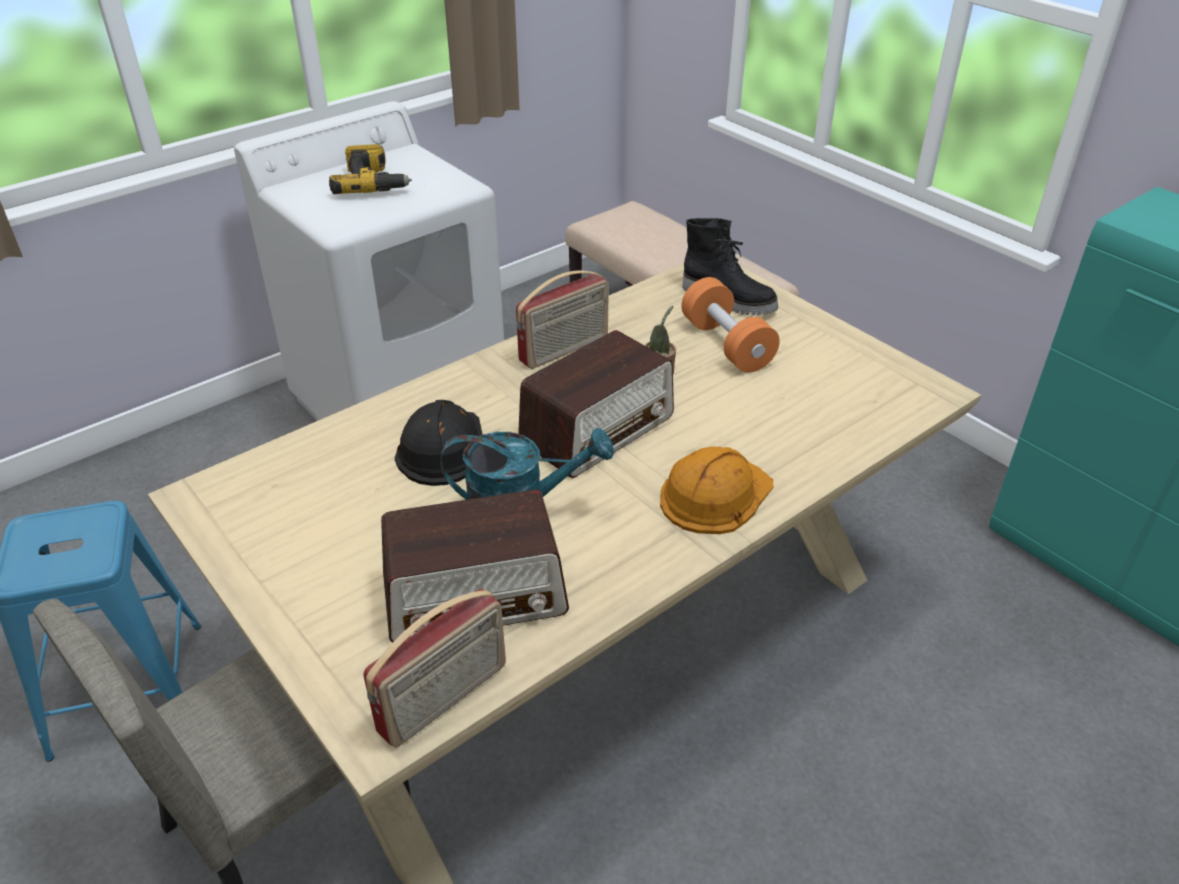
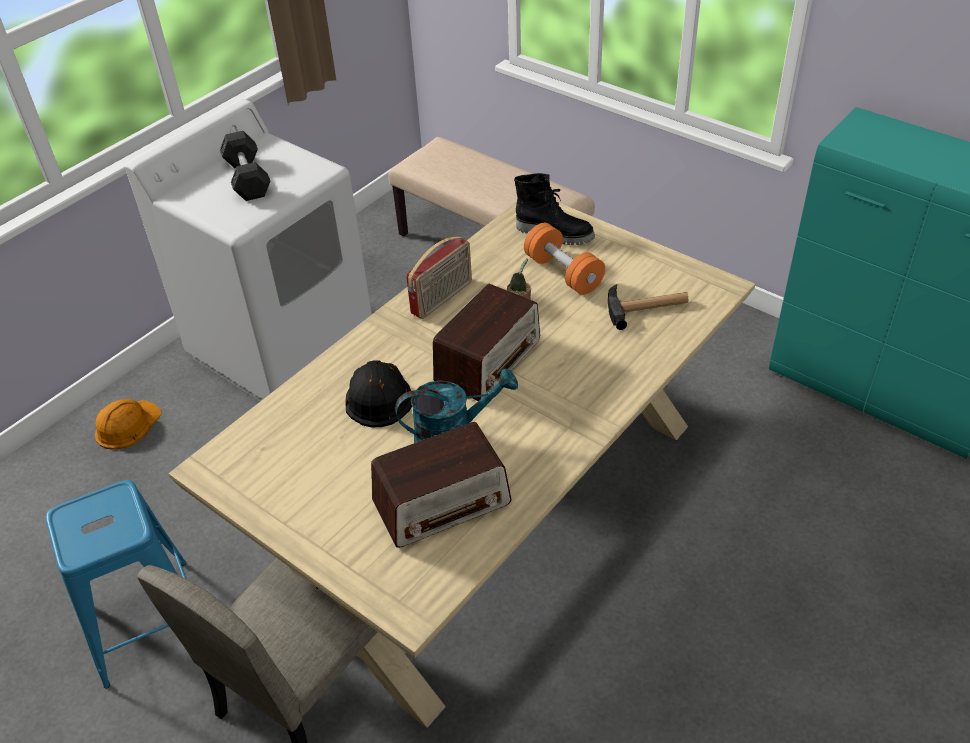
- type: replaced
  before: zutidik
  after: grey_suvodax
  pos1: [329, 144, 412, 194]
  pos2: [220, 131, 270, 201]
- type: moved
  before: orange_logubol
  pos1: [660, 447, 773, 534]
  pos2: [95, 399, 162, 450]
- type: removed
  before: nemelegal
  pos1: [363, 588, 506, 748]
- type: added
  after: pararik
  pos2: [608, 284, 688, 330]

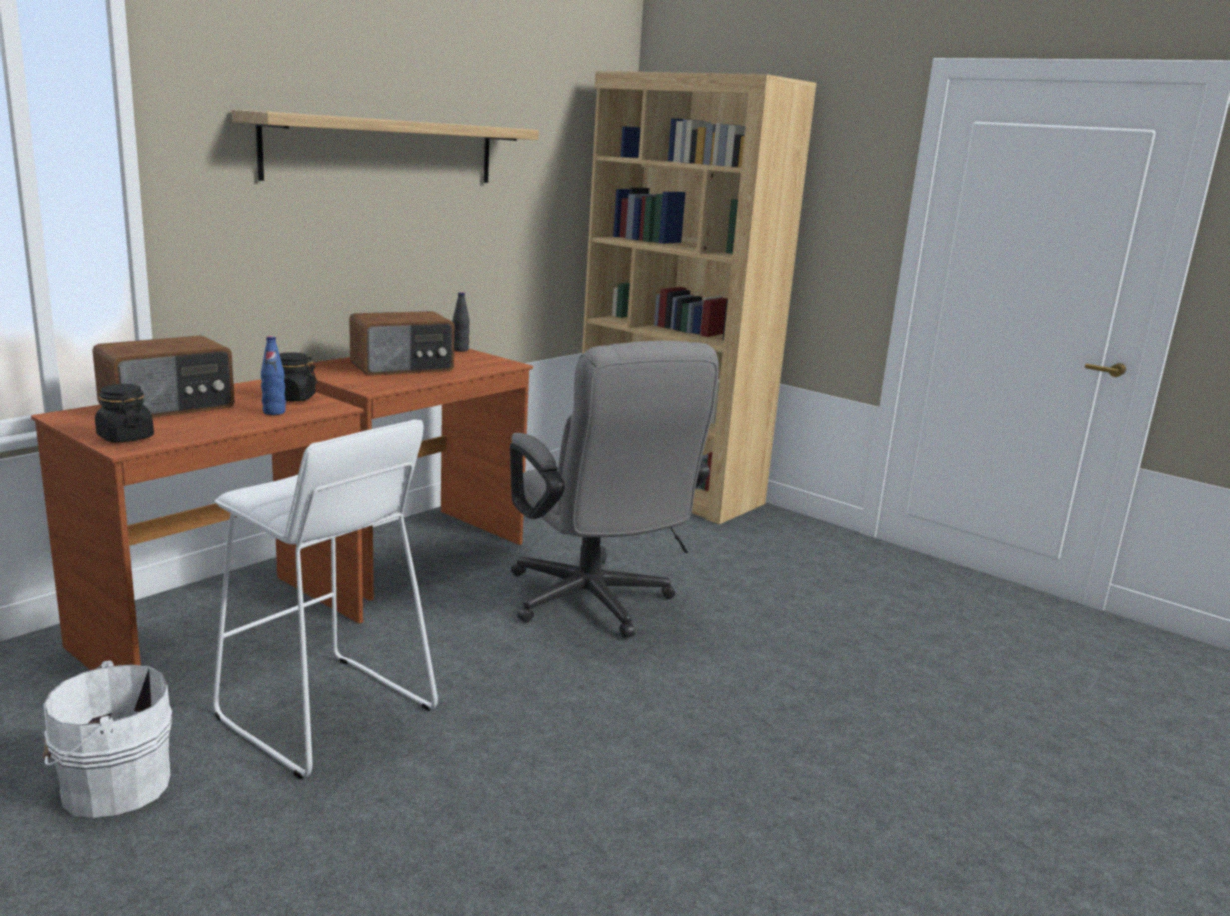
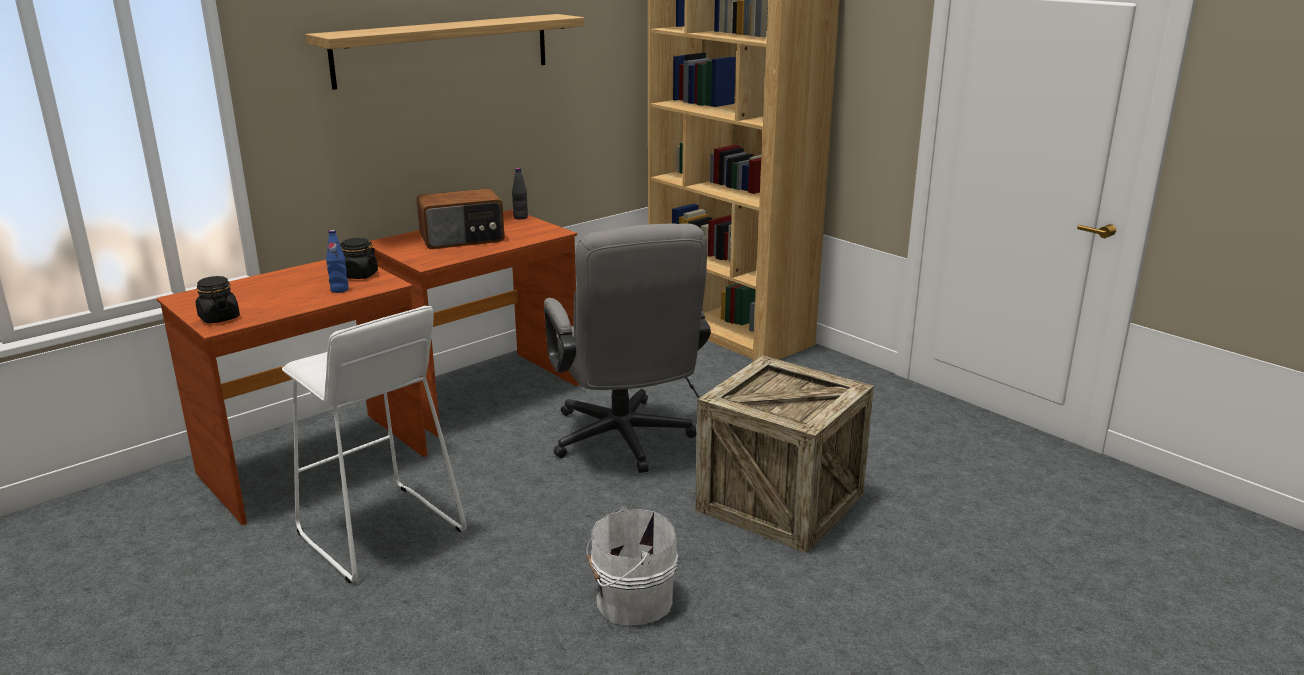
- type: removed
  before: nemelegal
  pos1: [92, 335, 234, 418]
- type: moved
  before: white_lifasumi
  pos1: [43, 660, 172, 818]
  pos2: [586, 506, 678, 625]
- type: added
  after: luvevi
  pos2: [695, 356, 874, 553]

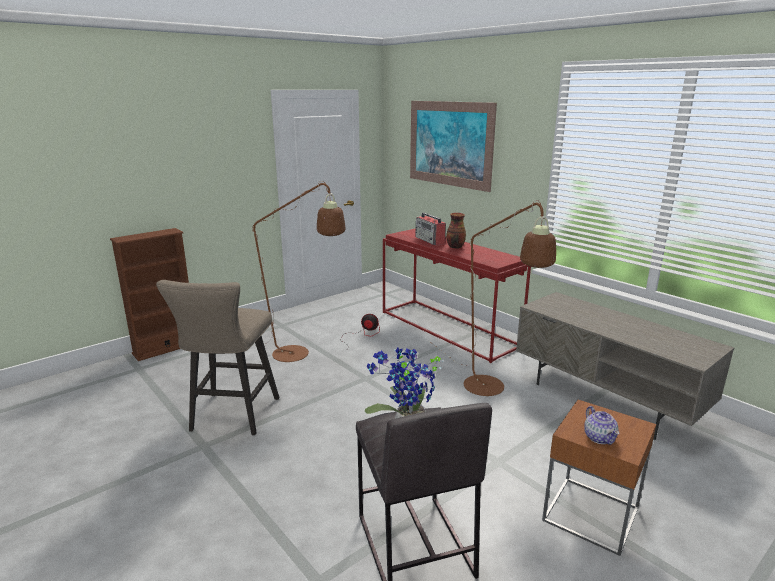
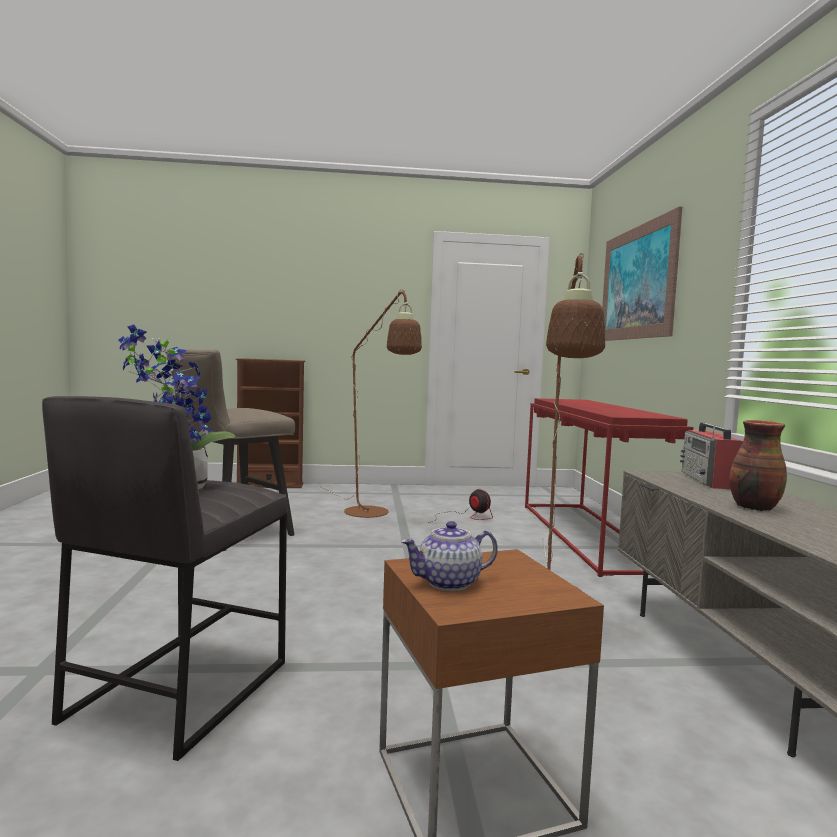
- type: moved
  before: nemelegal
  pos1: [415, 213, 446, 246]
  pos2: [680, 422, 743, 489]
- type: moved
  before: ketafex
  pos1: [446, 213, 466, 249]
  pos2: [729, 420, 787, 511]
- type: turned
  before: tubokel
  pos1: [584, 406, 620, 445]
  pos2: [401, 521, 498, 591]
  turn: 45

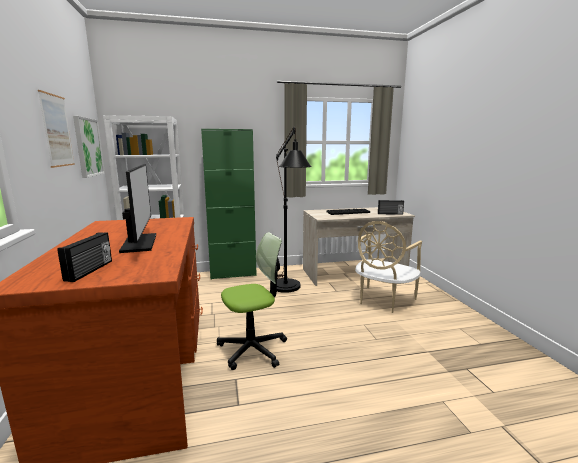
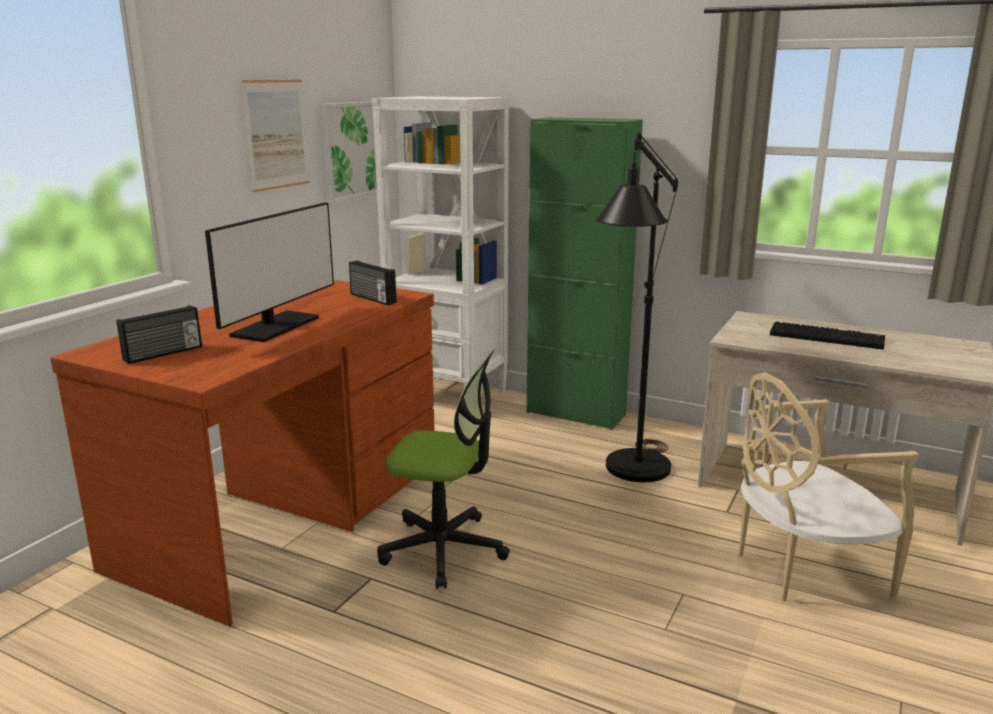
- type: moved
  before: nemelegal
  pos1: [378, 200, 404, 215]
  pos2: [349, 260, 396, 305]

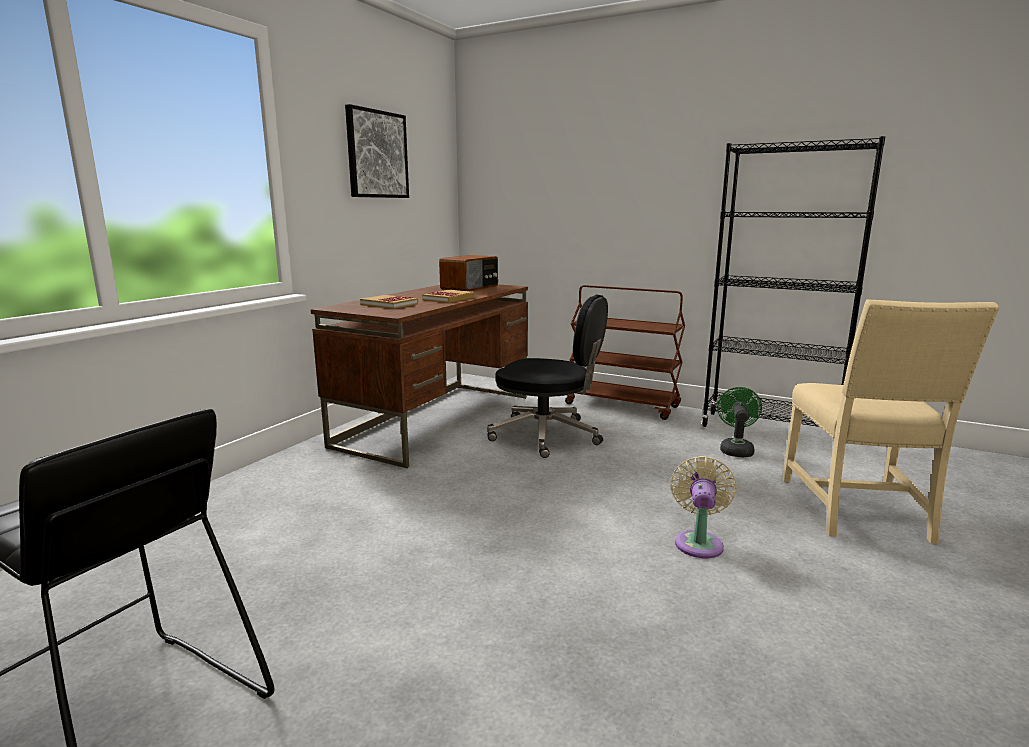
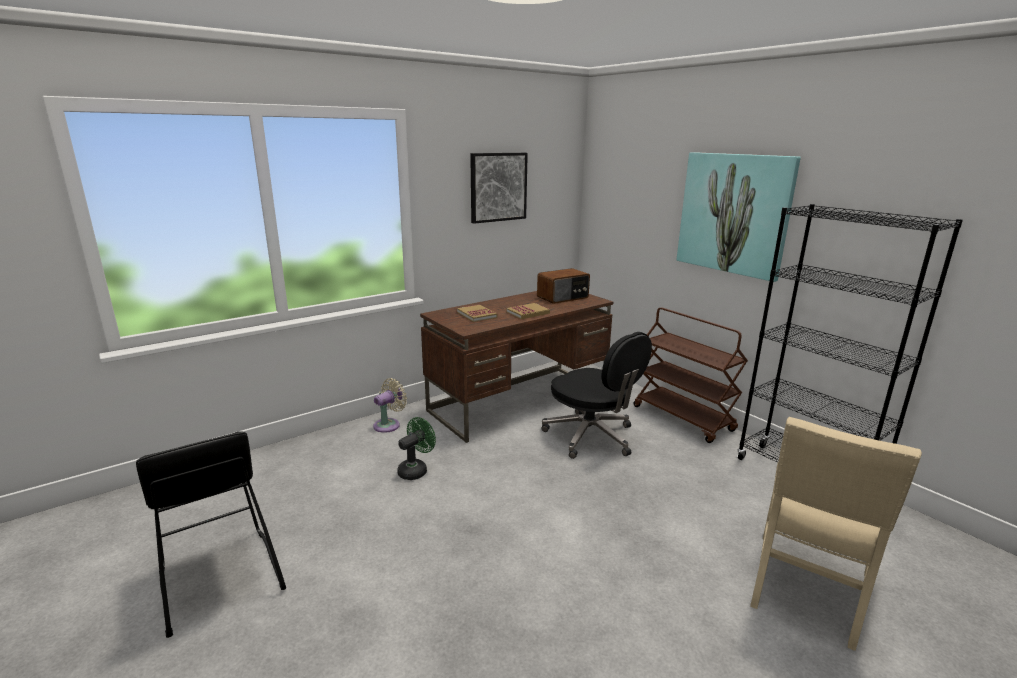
- type: moved
  before: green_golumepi
  pos1: [717, 387, 762, 457]
  pos2: [397, 417, 436, 480]
- type: moved
  before: beige_golumepi
  pos1: [670, 456, 737, 558]
  pos2: [373, 378, 407, 433]
- type: added
  after: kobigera
  pos2: [677, 152, 801, 282]

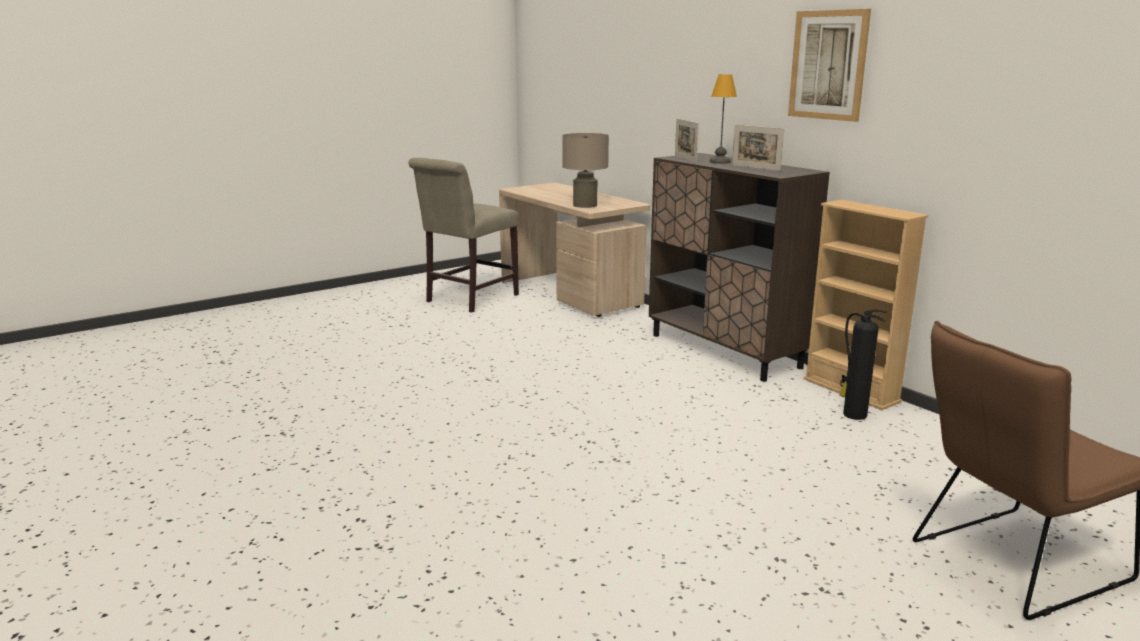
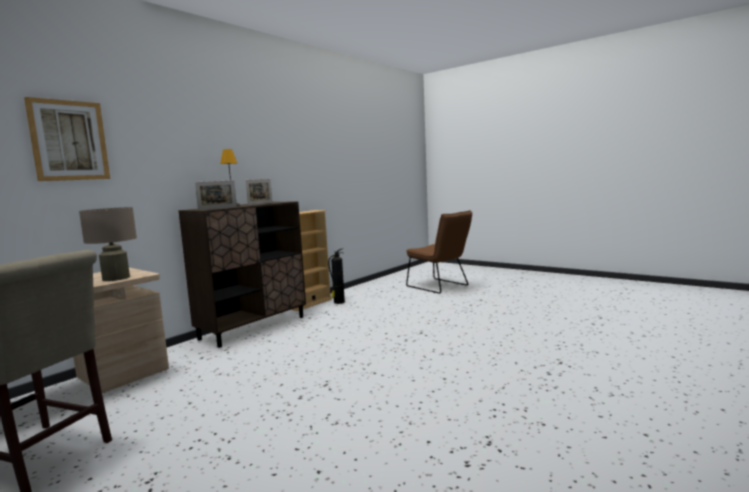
- type: moved
  before: kobigera
  pos1: [788, 9, 871, 122]
  pos2: [24, 97, 110, 181]

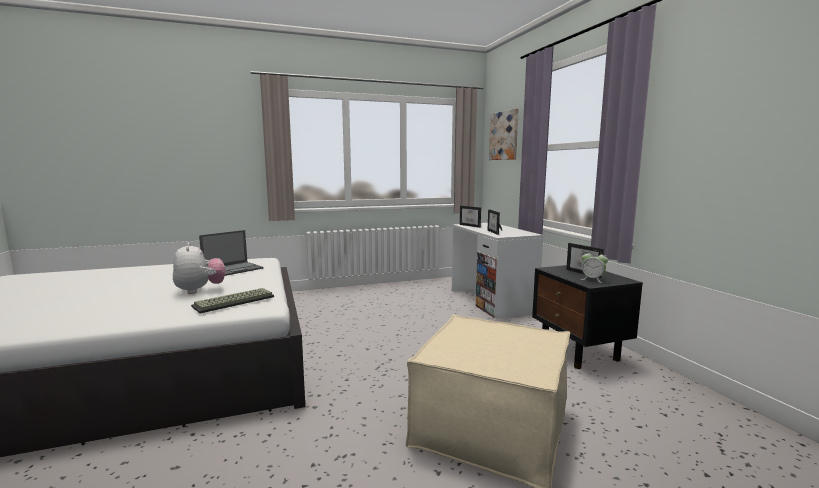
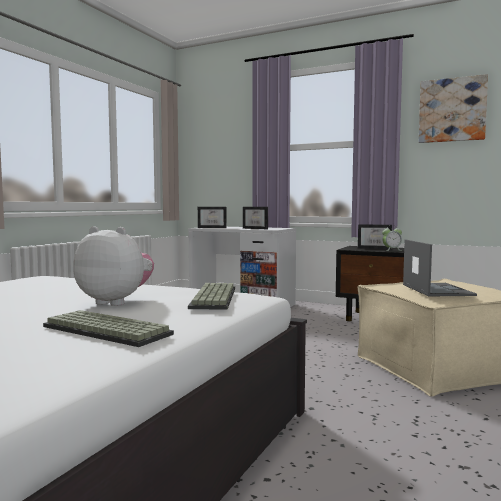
- type: moved
  before: kobigera
  pos1: [489, 108, 519, 160]
  pos2: [419, 74, 488, 143]
- type: moved
  before: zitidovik
  pos1: [199, 230, 263, 276]
  pos2: [403, 240, 477, 296]
- type: added
  after: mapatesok
  pos2: [43, 310, 174, 347]

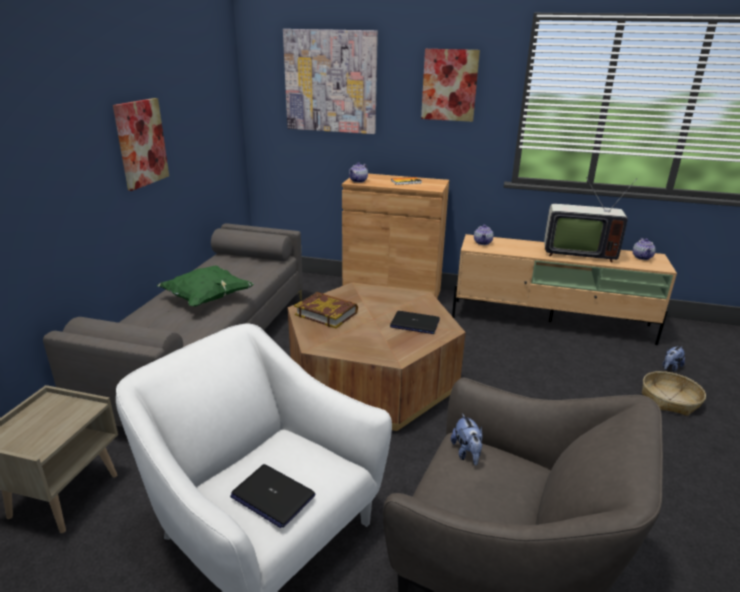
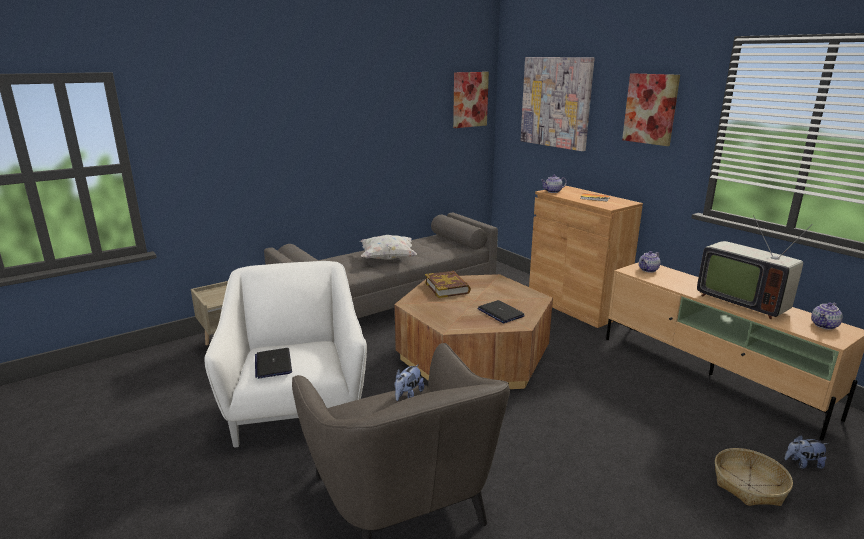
- type: moved
  before: kobigera
  pos1: [113, 98, 169, 191]
  pos2: [453, 72, 489, 128]
- type: recoloured
  before: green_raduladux
  after: white_raduladux
  pos1: [157, 266, 254, 307]
  pos2: [360, 235, 417, 260]

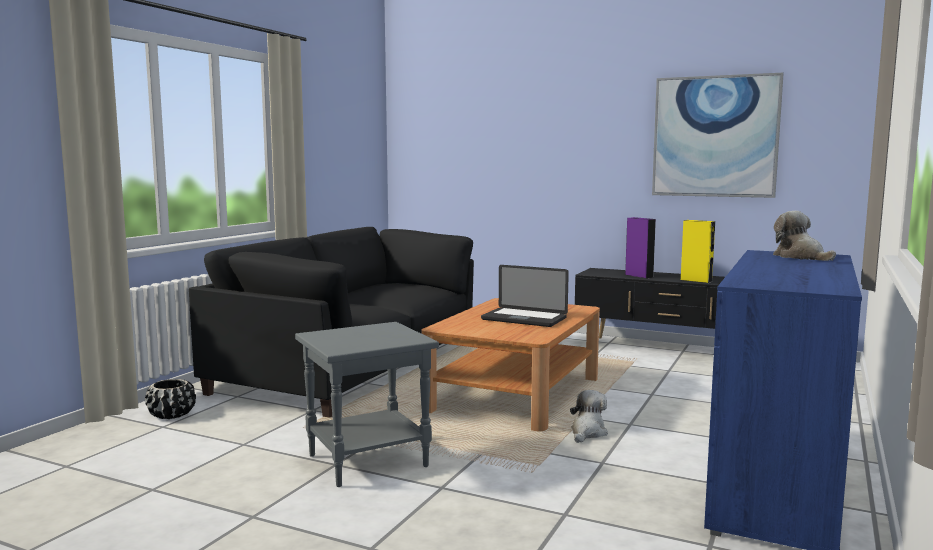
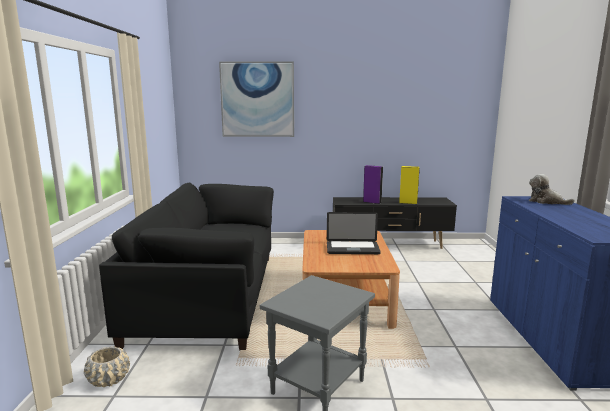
- type: moved
  before: kobigera
  pos1: [652, 73, 784, 198]
  pos2: [219, 62, 294, 137]
- type: recoloured
  before: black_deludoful
  after: beige_deludoful
  pos1: [145, 379, 196, 419]
  pos2: [84, 347, 130, 387]
- type: removed
  before: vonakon
  pos1: [570, 390, 608, 443]

